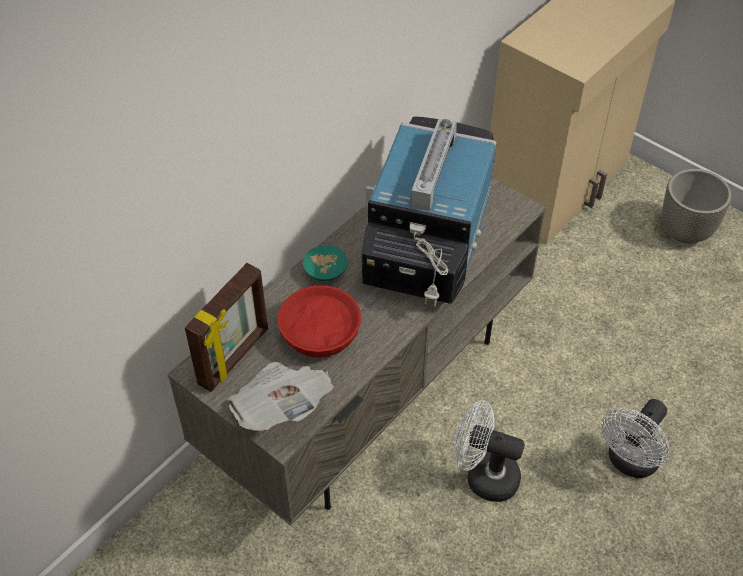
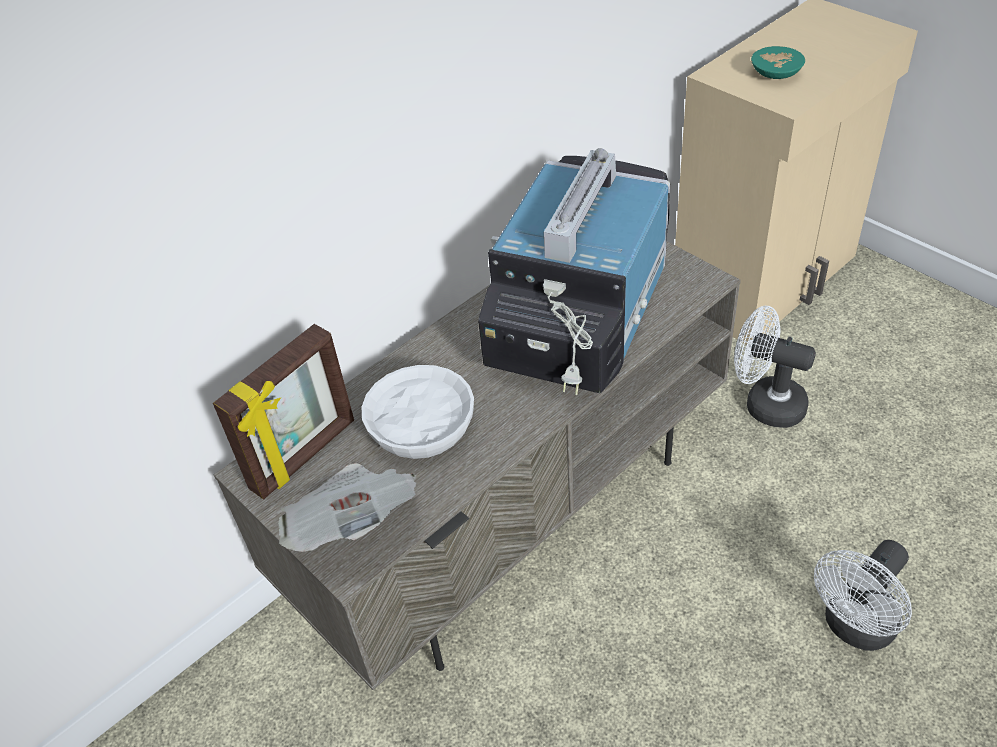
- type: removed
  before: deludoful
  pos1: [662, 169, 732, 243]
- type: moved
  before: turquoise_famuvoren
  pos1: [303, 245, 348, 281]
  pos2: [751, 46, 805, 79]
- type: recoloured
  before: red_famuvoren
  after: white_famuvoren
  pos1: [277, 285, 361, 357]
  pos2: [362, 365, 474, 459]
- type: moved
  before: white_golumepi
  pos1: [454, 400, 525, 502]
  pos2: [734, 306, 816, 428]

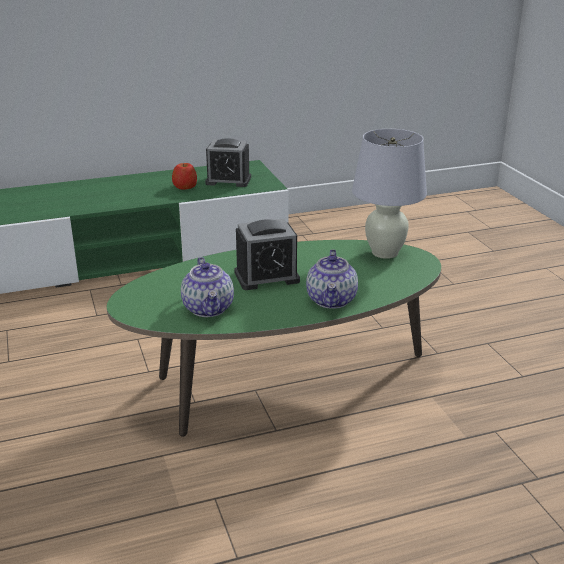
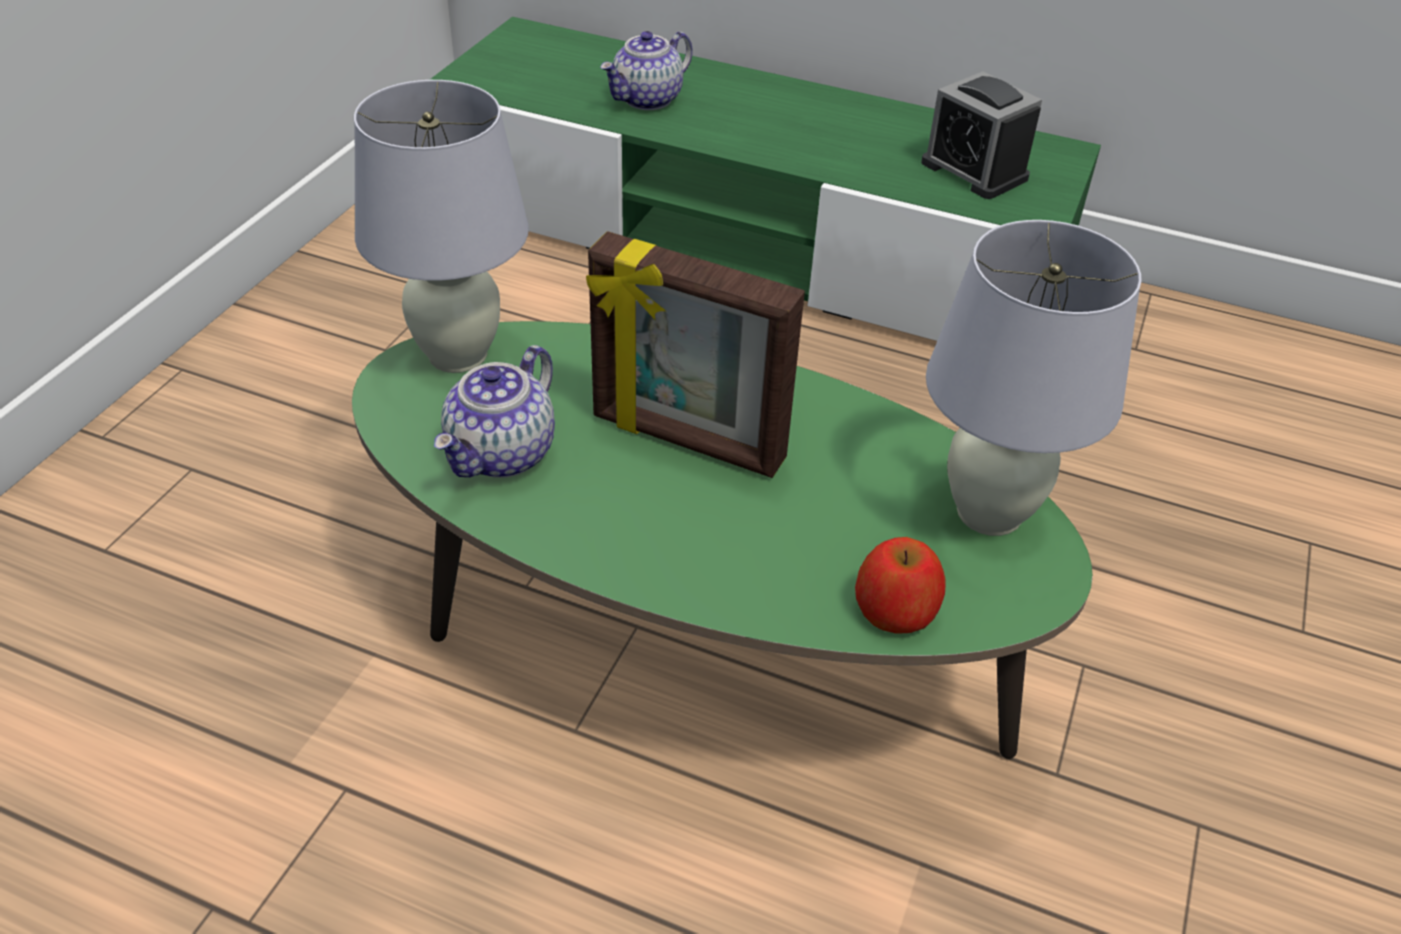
- type: moved
  before: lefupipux
  pos1: [172, 163, 197, 190]
  pos2: [855, 537, 946, 634]
- type: replaced
  before: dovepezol
  after: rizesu
  pos1: [234, 219, 300, 290]
  pos2: [586, 231, 805, 478]
- type: moved
  before: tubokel
  pos1: [306, 249, 358, 309]
  pos2: [600, 31, 693, 110]
- type: added
  after: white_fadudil
  pos2: [354, 80, 529, 373]

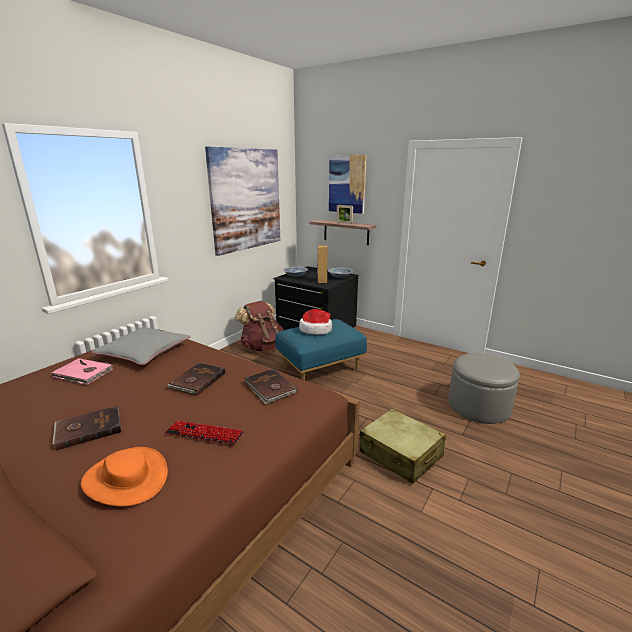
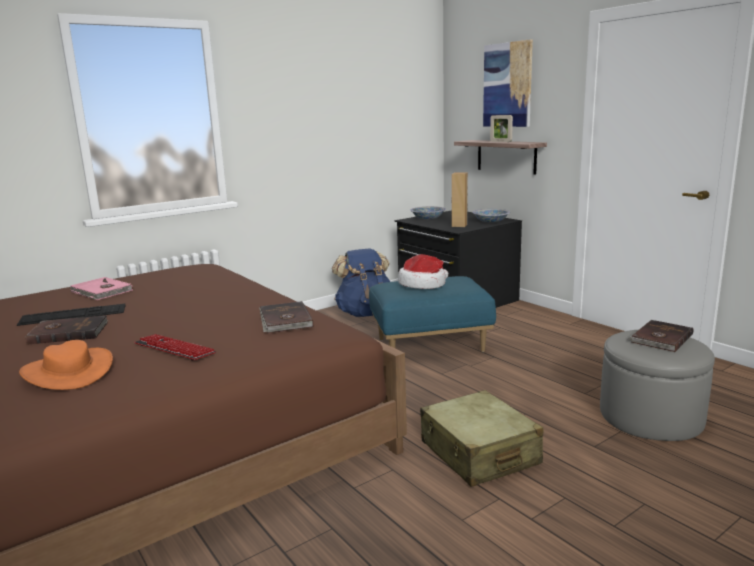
- type: removed
  before: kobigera
  pos1: [205, 147, 280, 256]
- type: recoloured
  before: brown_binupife
  after: blue_binupife
  pos1: [235, 301, 283, 351]
  pos2: [332, 248, 390, 317]
- type: removed
  before: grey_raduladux
  pos1: [92, 327, 190, 365]
- type: moved
  before: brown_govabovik
  pos1: [167, 363, 225, 396]
  pos2: [628, 320, 693, 352]
- type: added
  after: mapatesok
  pos2: [17, 304, 126, 326]

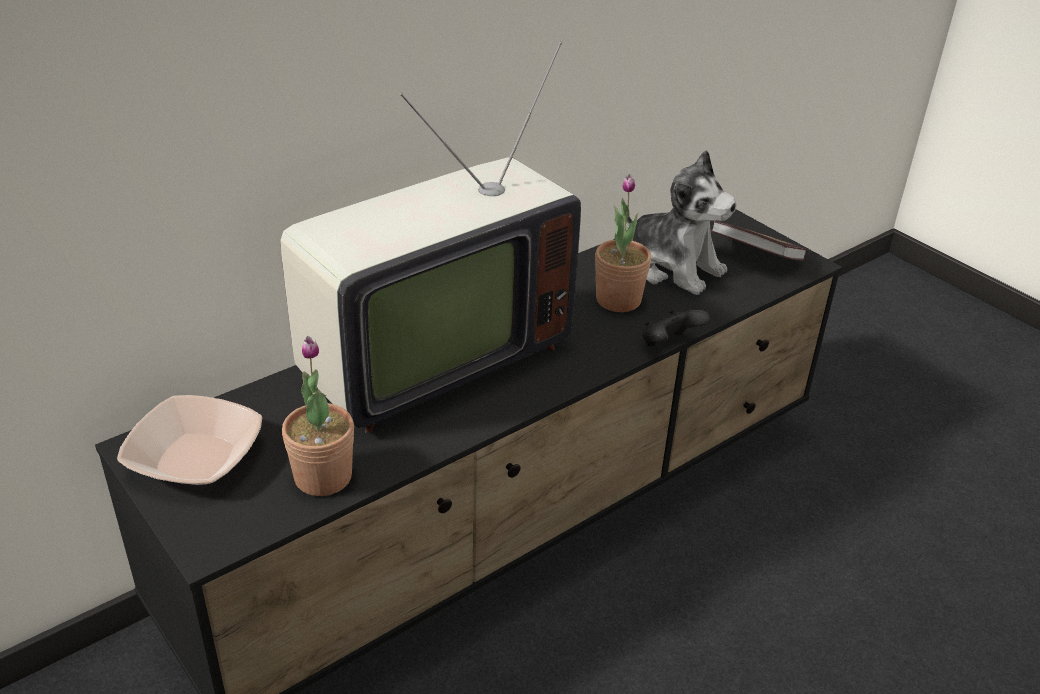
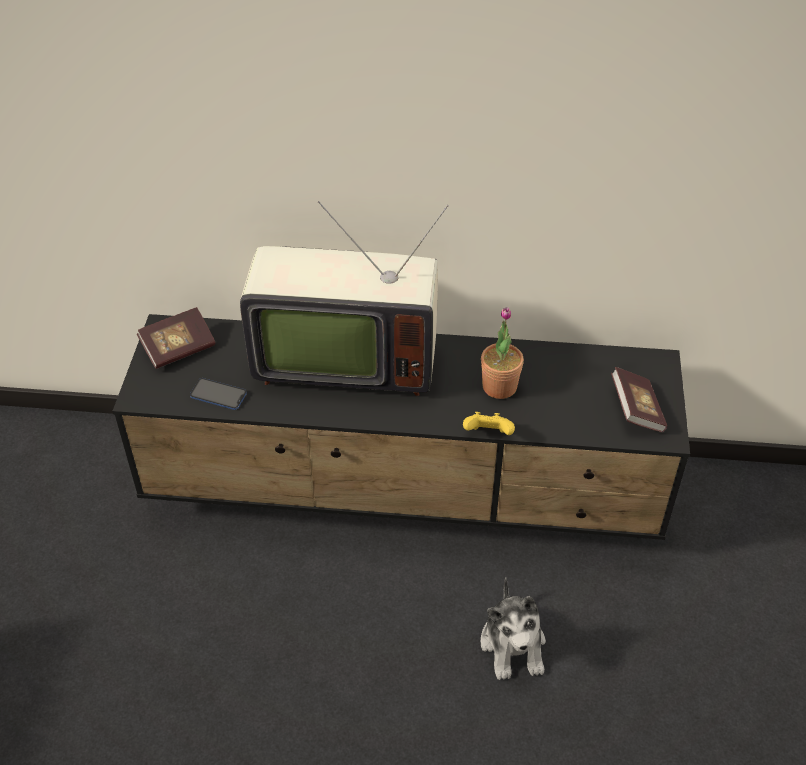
- type: moved
  before: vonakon
  pos1: [621, 150, 737, 295]
  pos2: [481, 577, 546, 680]
- type: recoloured
  before: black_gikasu
  after: yellow_gikasu
  pos1: [642, 309, 710, 346]
  pos2: [463, 412, 515, 435]
- type: replaced
  before: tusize
  after: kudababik
  pos1: [282, 336, 354, 496]
  pos2: [190, 378, 247, 410]
- type: replaced
  before: famuvoren
  after: govabovik
  pos1: [117, 395, 262, 485]
  pos2: [137, 307, 216, 369]

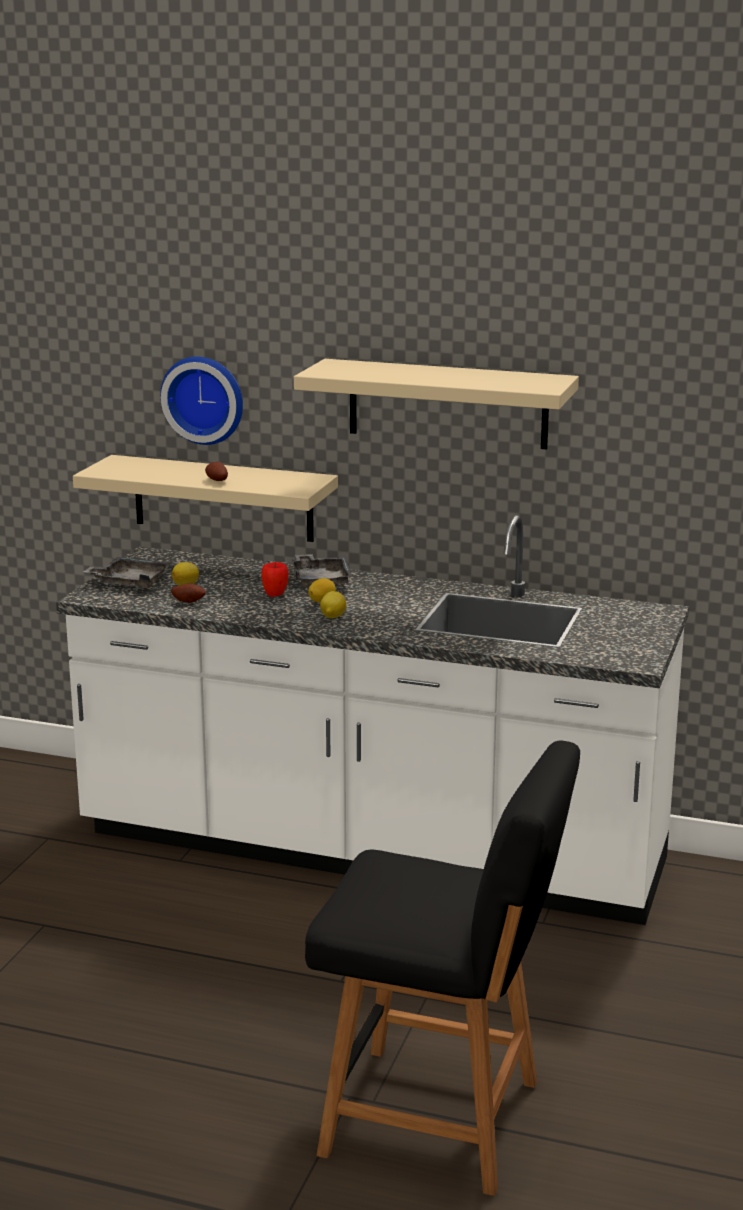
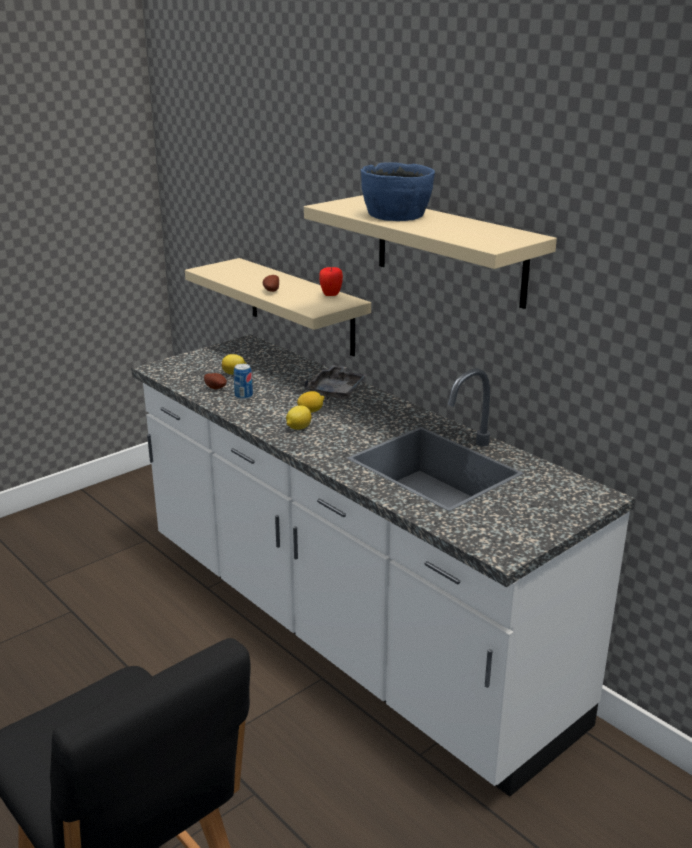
- type: removed
  before: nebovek
  pos1: [160, 356, 243, 445]
- type: removed
  before: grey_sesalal
  pos1: [83, 557, 170, 588]
- type: moved
  before: lefupipux
  pos1: [261, 562, 289, 597]
  pos2: [319, 267, 343, 296]
- type: added
  after: blue_famuvoren
  pos2: [361, 162, 435, 221]
- type: added
  after: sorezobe
  pos2: [234, 364, 253, 400]

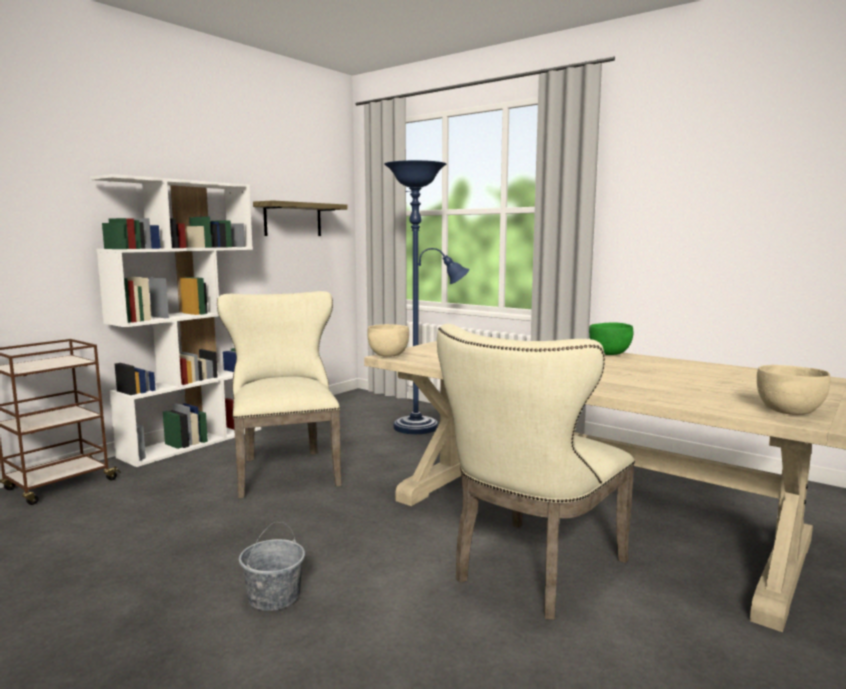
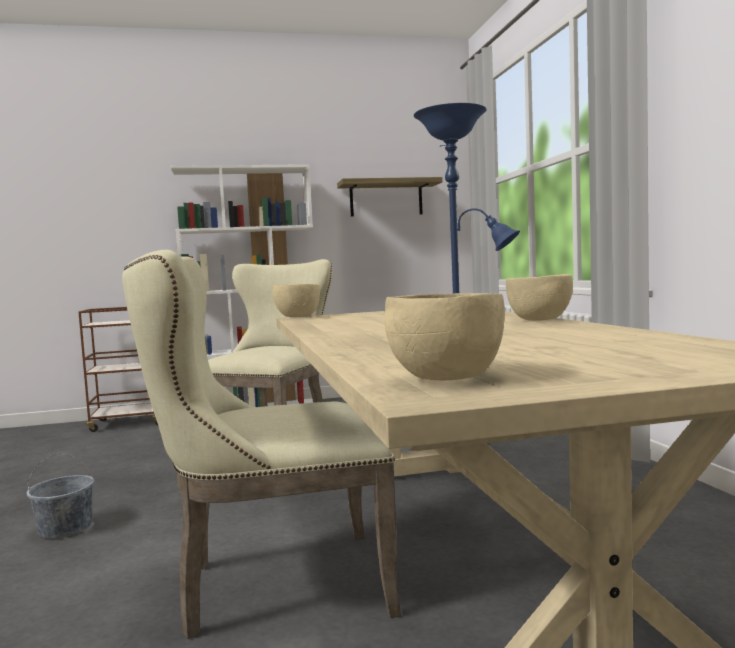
- type: recoloured
  before: green_famuvoren
  after: beige_famuvoren
  pos1: [589, 323, 633, 355]
  pos2: [506, 274, 573, 321]

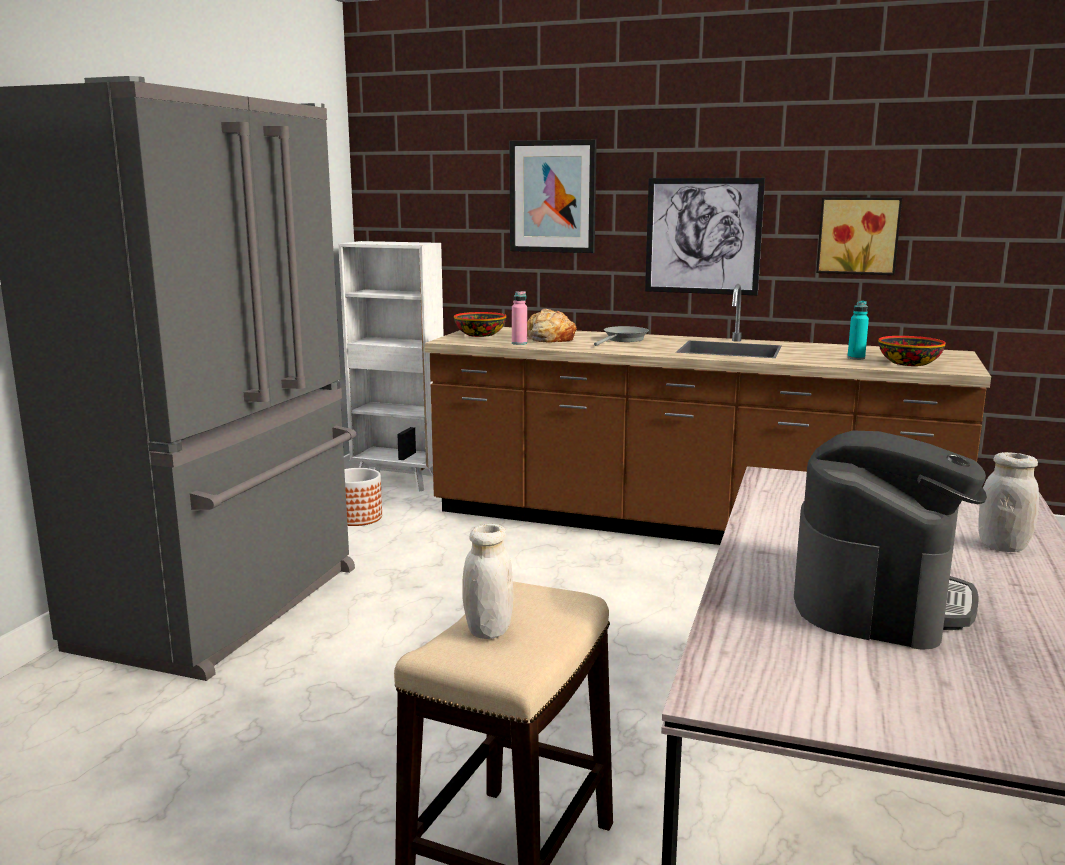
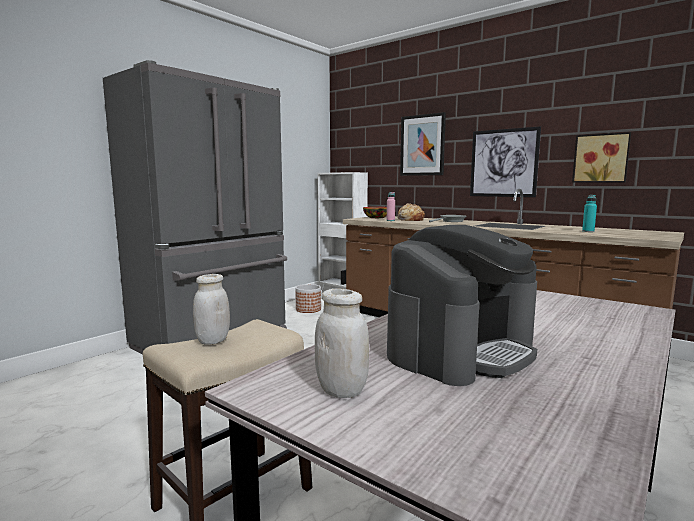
- type: removed
  before: famuvoren
  pos1: [878, 336, 946, 366]
- type: moved
  before: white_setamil
  pos1: [978, 452, 1039, 552]
  pos2: [315, 288, 369, 398]

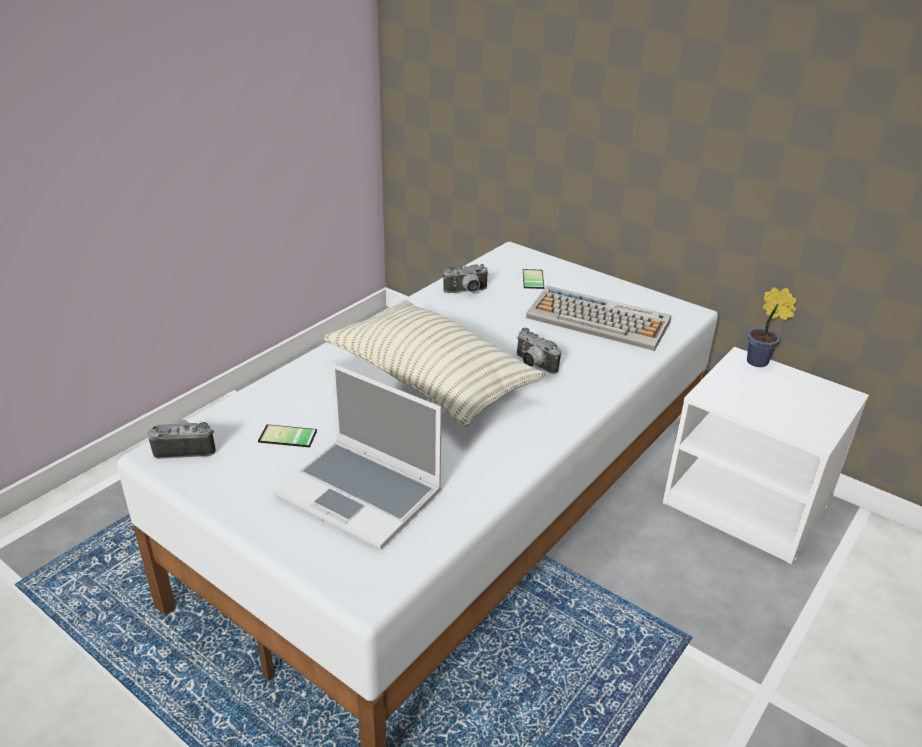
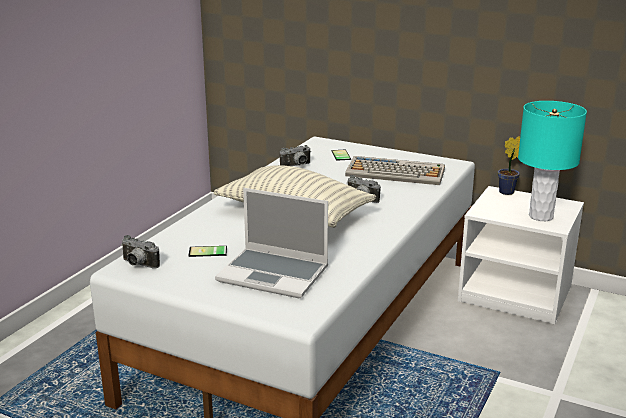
- type: turned
  before: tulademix
  pos1: [148, 419, 216, 459]
  pos2: [121, 235, 160, 268]
  turn: -135
- type: added
  after: turquoise_fadudil
  pos2: [518, 101, 587, 221]

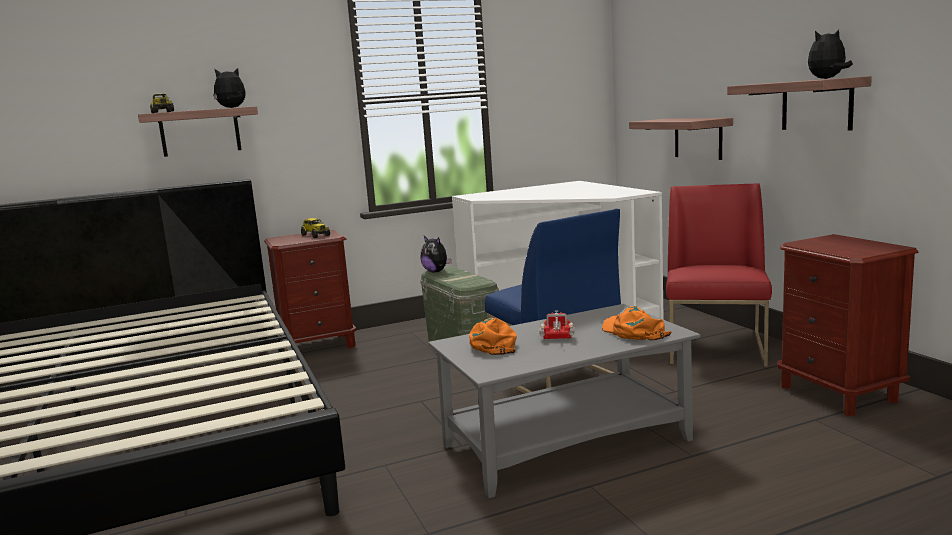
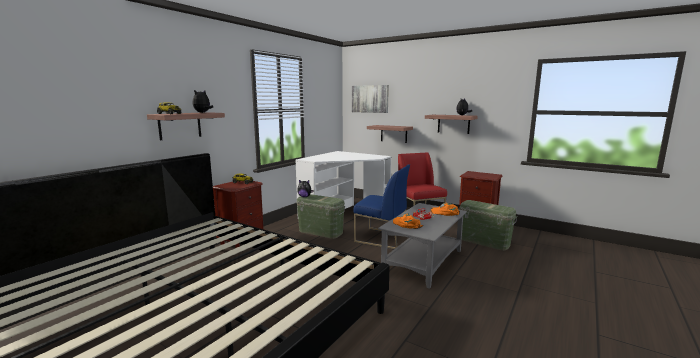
- type: added
  after: kobigera
  pos2: [352, 85, 389, 113]
- type: added
  after: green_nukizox
  pos2: [458, 200, 517, 250]

